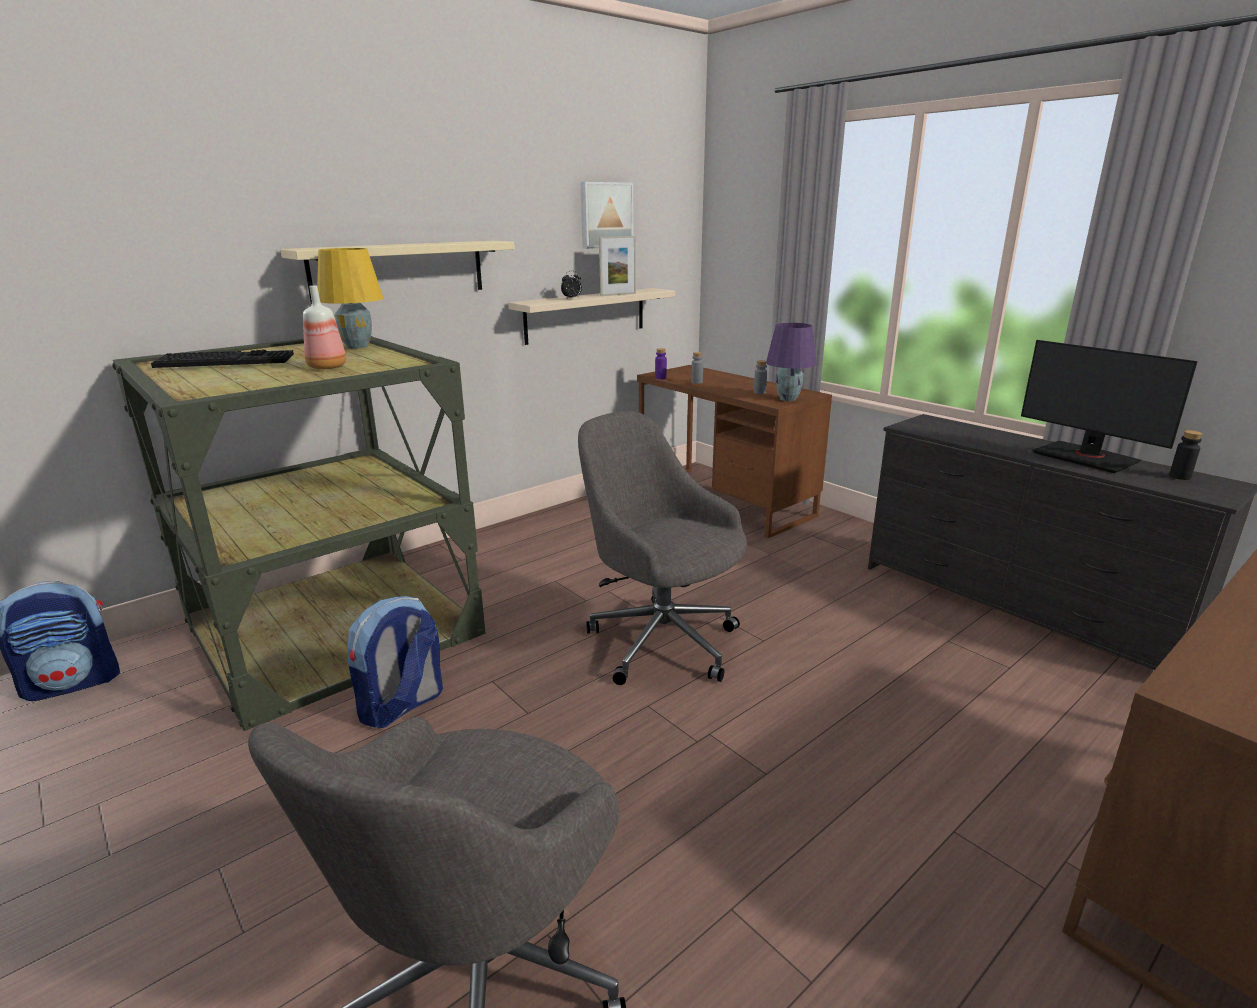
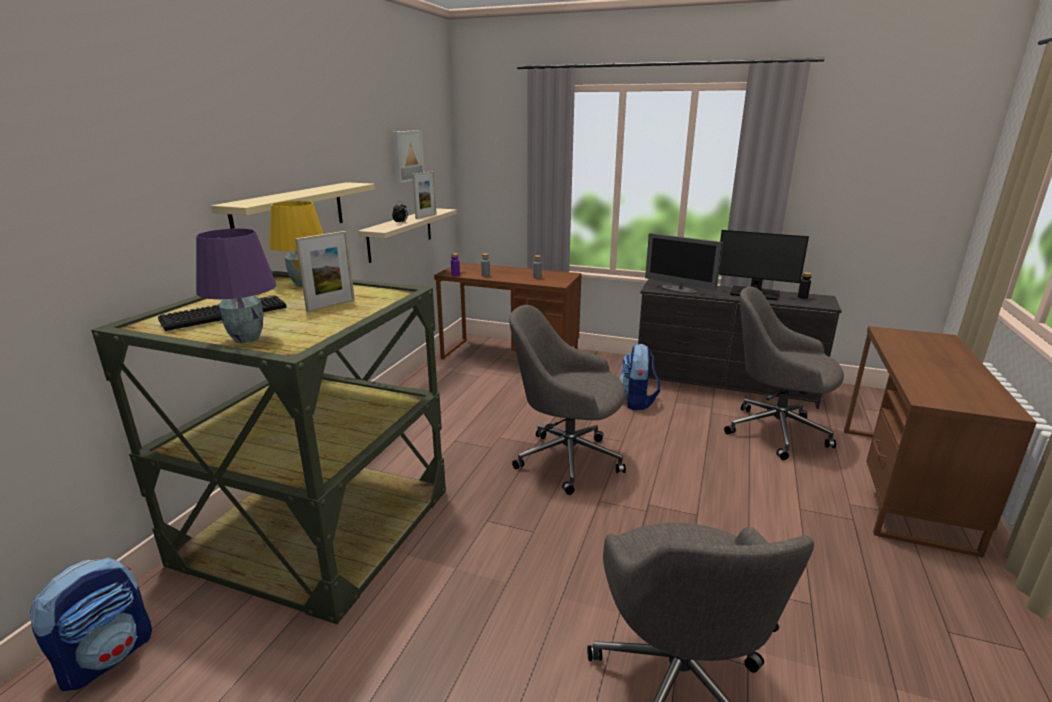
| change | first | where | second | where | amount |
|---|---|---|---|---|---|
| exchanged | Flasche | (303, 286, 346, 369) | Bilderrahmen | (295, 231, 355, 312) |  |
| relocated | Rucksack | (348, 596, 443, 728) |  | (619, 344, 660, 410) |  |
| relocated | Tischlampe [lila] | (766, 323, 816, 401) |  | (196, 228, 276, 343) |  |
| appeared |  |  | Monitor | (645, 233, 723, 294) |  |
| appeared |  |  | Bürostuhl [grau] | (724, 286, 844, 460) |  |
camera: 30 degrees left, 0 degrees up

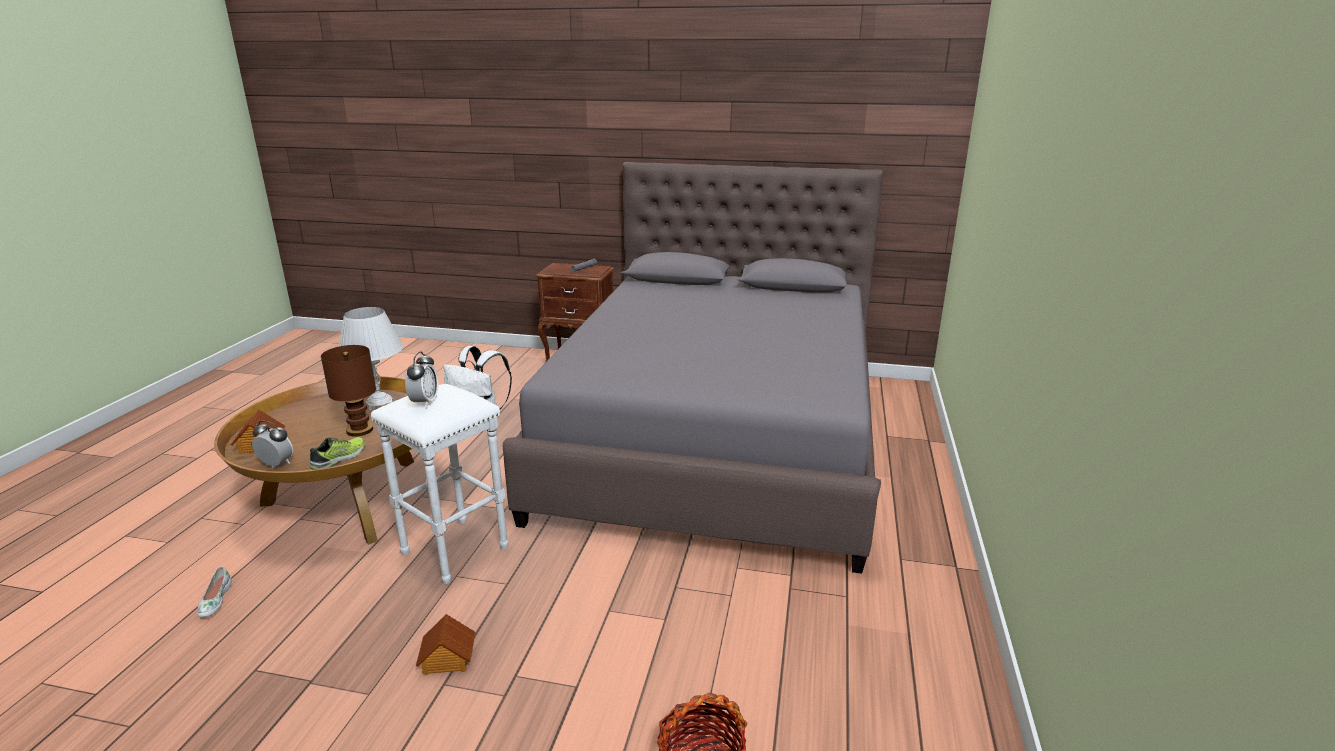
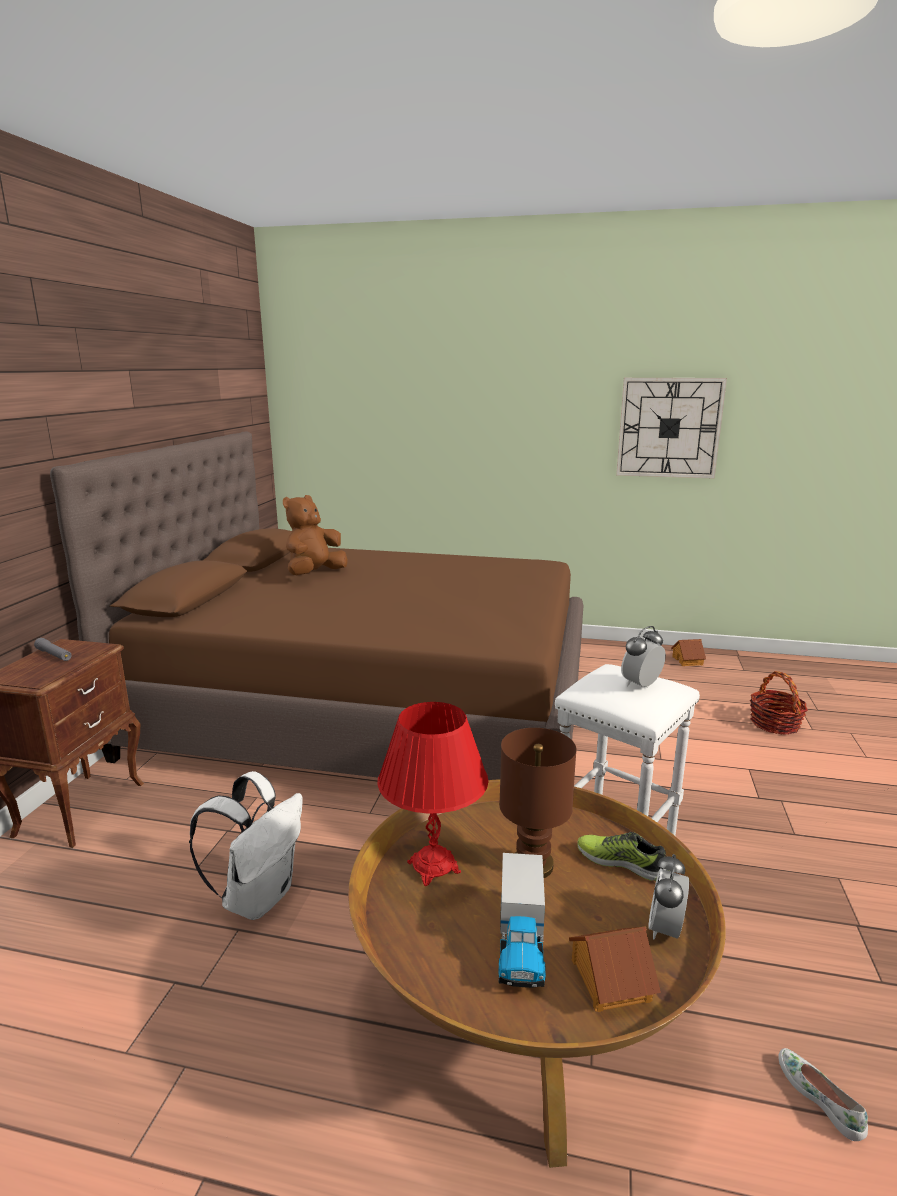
| change | first | where | second | where | amount |
|---|---|---|---|---|---|
| spun | Schuh [weiß] | (197, 566, 232, 618) |  | (778, 1048, 868, 1141) | 105 degrees counterclockwise |
| colour | Tischlampe [weiß] | (339, 307, 403, 410) | Tischlampe [rot] | (377, 702, 489, 886) |  |
| spun | Wecker | (405, 352, 438, 407) |  | (621, 626, 666, 688) | 45 degrees counterclockwise |
| relocated | Spielzeughaus | (416, 614, 475, 675) |  | (671, 639, 706, 666) |  |
| colour | Bett [grau] | (503, 162, 884, 574) | Bett [braun] | (50, 431, 584, 780) |  |
| appeared |  |  | Plüschtier [braun] | (283, 495, 348, 575) |  |
| appeared |  |  | Spielzeuglaster | (499, 853, 546, 988) |  |
| appeared |  |  | Wanduhr | (616, 378, 727, 479) |  |
camera: 90 degrees left, 5 degrees down

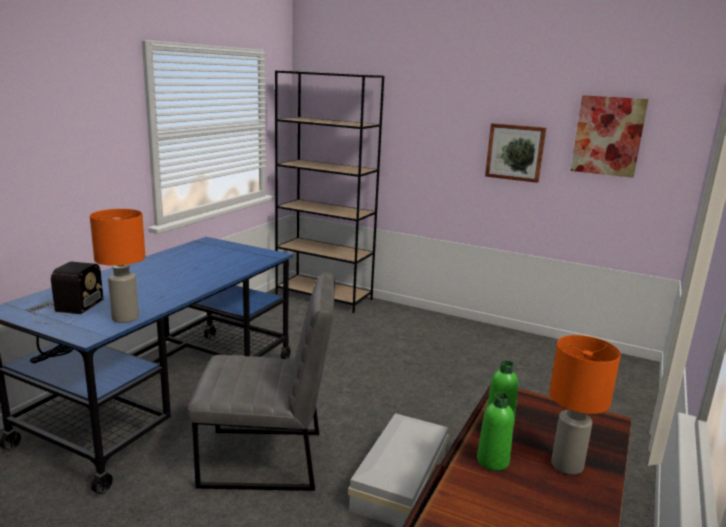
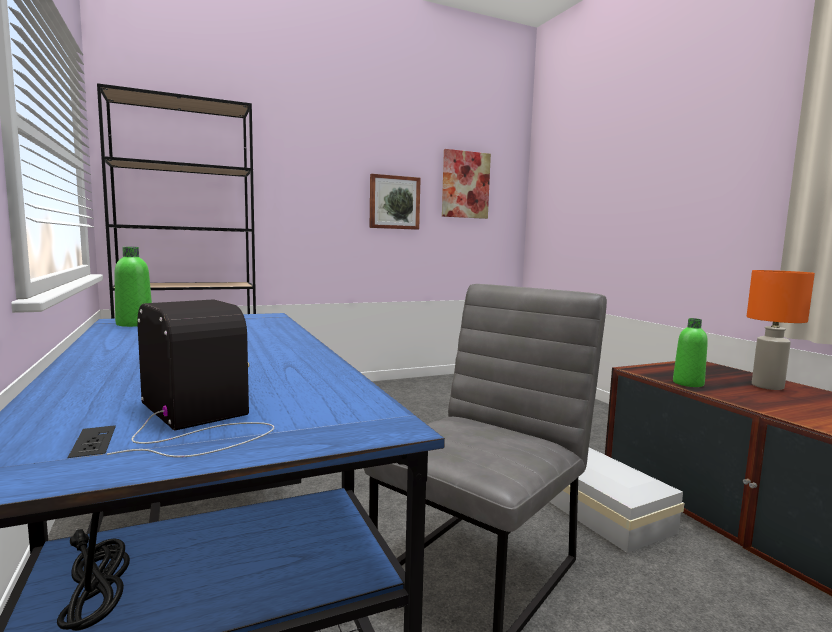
| change | first | where | second | where | amount |
|---|---|---|---|---|---|
| missing | Tischlampe [orange] | (90, 209, 146, 323) |  |  |  |
| relocated | Flasche [grün] | (477, 392, 514, 471) |  | (114, 247, 152, 327) |  |
camera: 50 degrees left, 10 degrees down

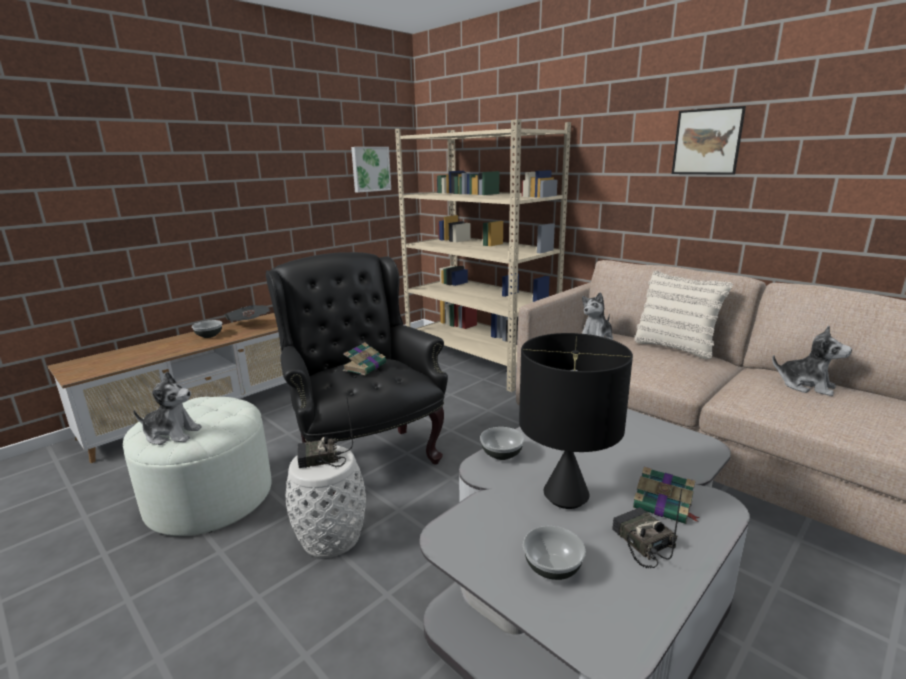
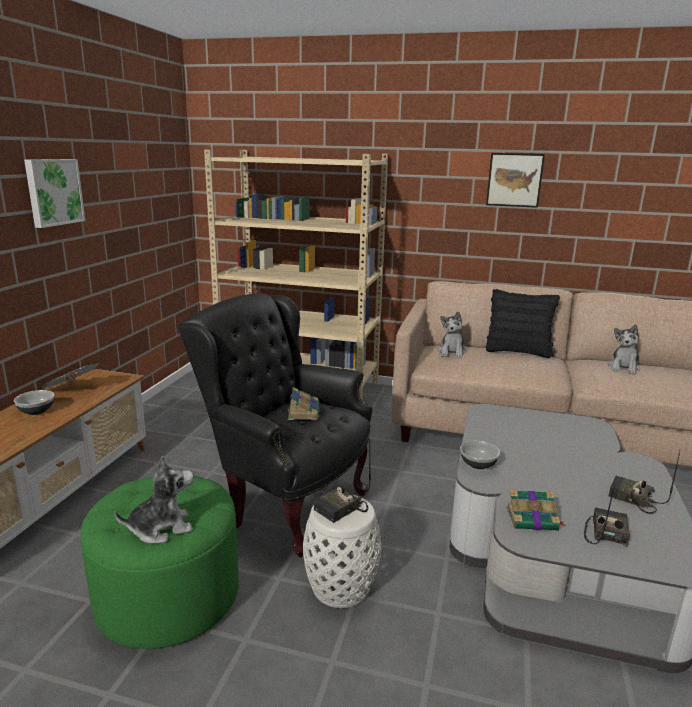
| change | first | where | second | where | amount |
|---|---|---|---|---|---|
| colour | Polsterhocker [weiß] | (123, 397, 272, 536) | Polsterhocker [grün] | (80, 476, 239, 649) |  |
| relocated | Bild | (351, 147, 391, 193) |  | (24, 159, 85, 228) |  |
| missing | Tischlampe [schwarz] | (519, 333, 633, 509) |  |  |  |
| exchanged | Schüssel | (523, 526, 586, 580) | Radio | (584, 484, 630, 547) |  |
| relocated | Buch | (633, 467, 700, 524) |  | (506, 490, 566, 530) |  |
| colour | Kissen [beige] | (634, 271, 733, 359) | Kissen [schwarz] | (486, 289, 560, 358) |  |
| spun | Plüschtier | (772, 326, 852, 396) |  | (608, 324, 640, 375) | 105 degrees clockwise |
camera: 30 degrees left, 0 degrees up

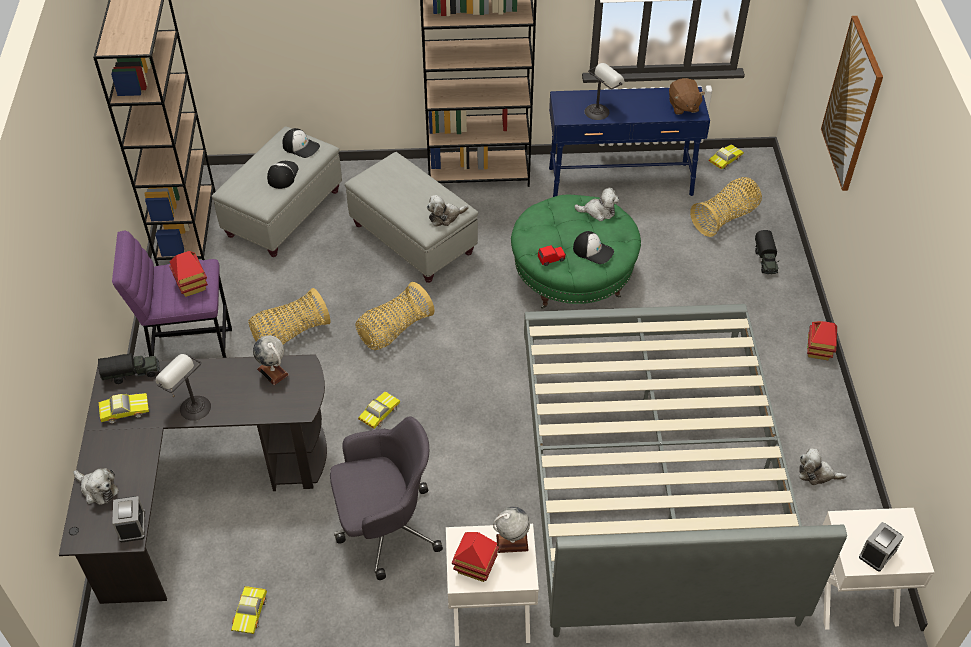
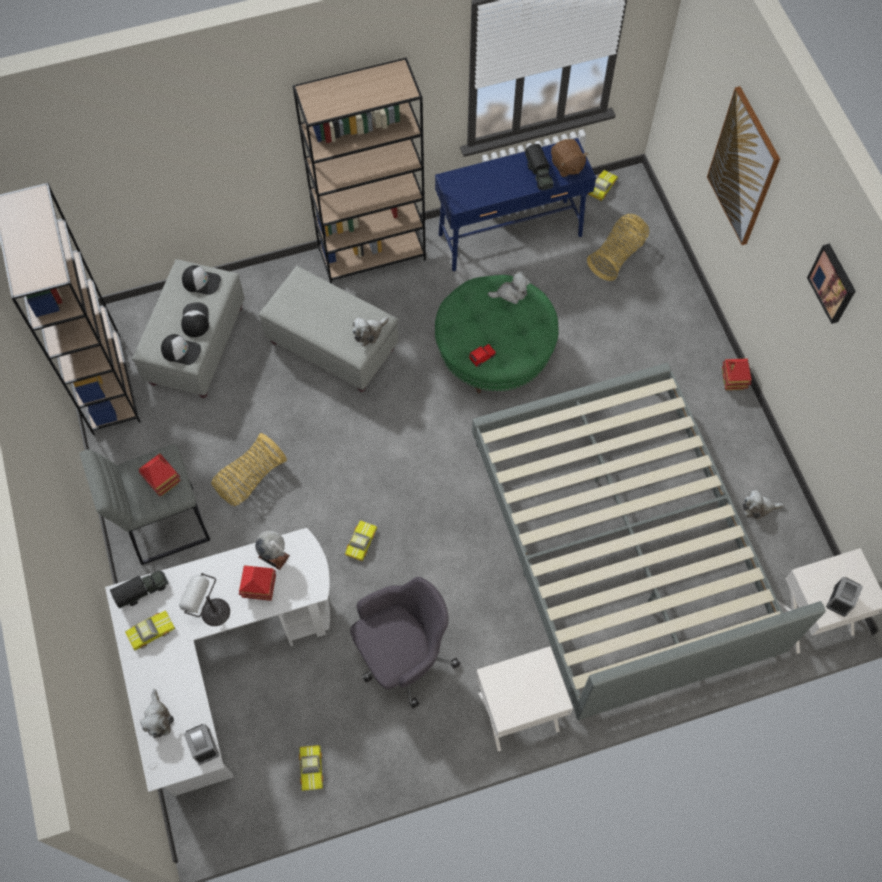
| change | first | where | second | where | amount |
|---|---|---|---|---|---|
| colour | Schreibtisch [schwarz] | (59, 354, 327, 604) | Schreibtisch [weiß] | (105, 528, 330, 796) |  |
| spun | Plüschtier | (74, 468, 119, 505) |  | (140, 689, 174, 738) | 60 degrees clockwise |
| colour | Hocker [lila] | (112, 230, 232, 358) | Hocker [grau] | (79, 444, 210, 565) |  |
| missing | Korb | (356, 282, 435, 350) |  |  |  |
| relocated | Spielzeughaus | (452, 532, 499, 582) |  | (239, 565, 276, 601) |  |
| missing | Globus | (493, 507, 530, 553) |  |  |  |
| relocated | Kappe | (573, 231, 614, 264) |  | (161, 334, 201, 365) |  |
| missing | Tischlampe | (585, 63, 625, 120) |  |  |  |
| relocated | Spielzeuglaster | (755, 230, 779, 275) |  | (525, 144, 554, 190) |  |
| appeared |  |  | Bild | (807, 243, 855, 324) |  |
camera: 15 degrees left, 15 degrees up

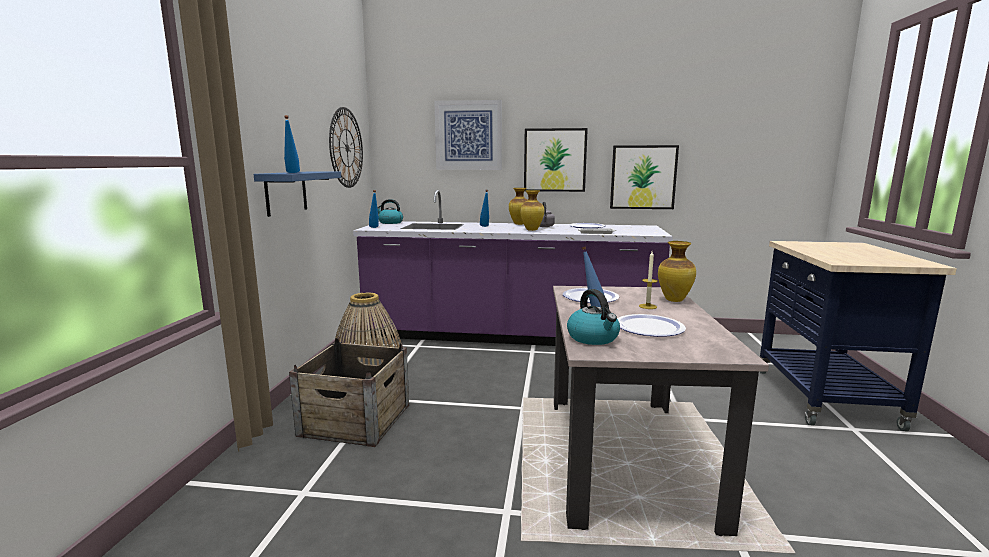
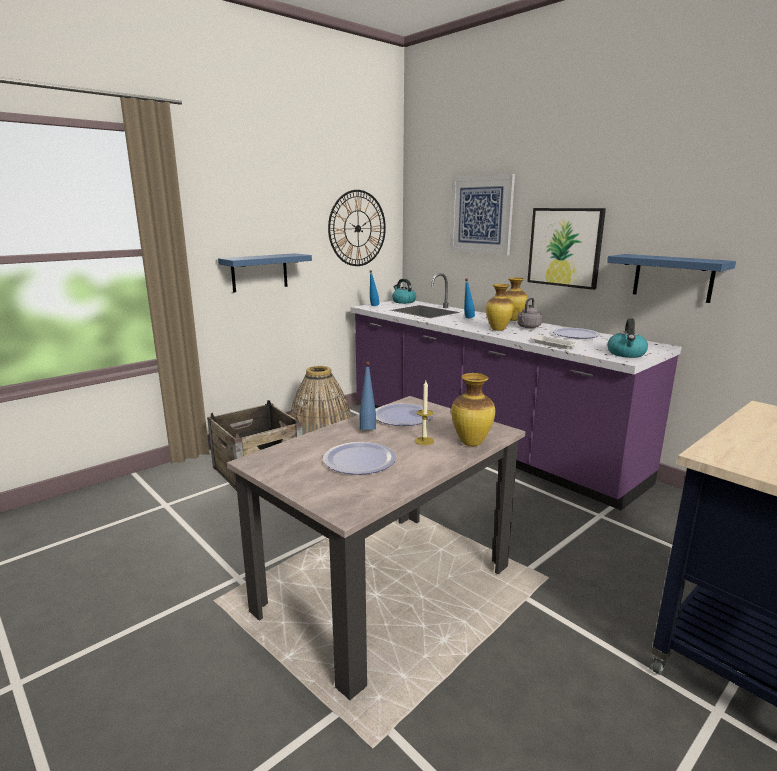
| change | first | where | second | where | amount |
|---|---|---|---|---|---|
| missing | Flasche [blau] | (284, 115, 300, 173) |  |  |  |
| relocated | Wasserkessel | (567, 289, 620, 345) |  | (607, 318, 648, 358) |  |
| exchanged | Bild | (610, 145, 679, 209) | Wandregal [blau] | (607, 254, 736, 303) |  |
camera: 40 degrees right, 5 degrees up

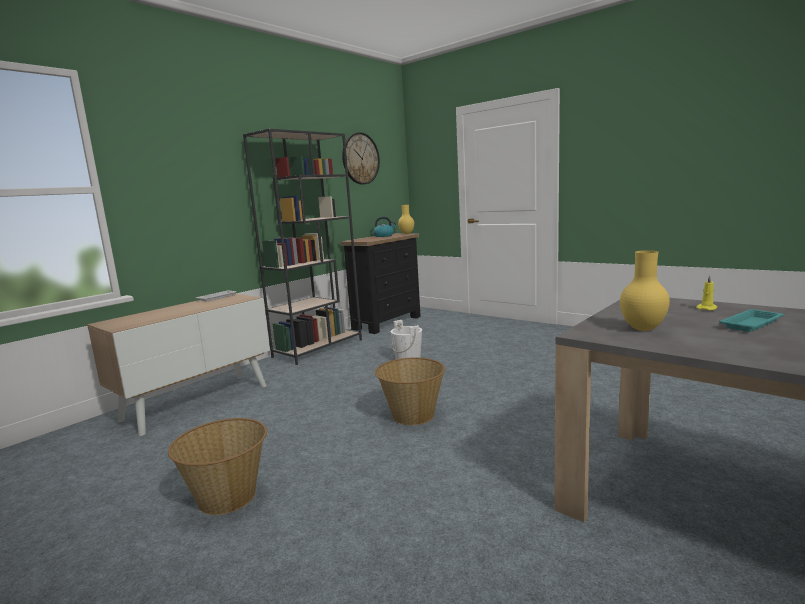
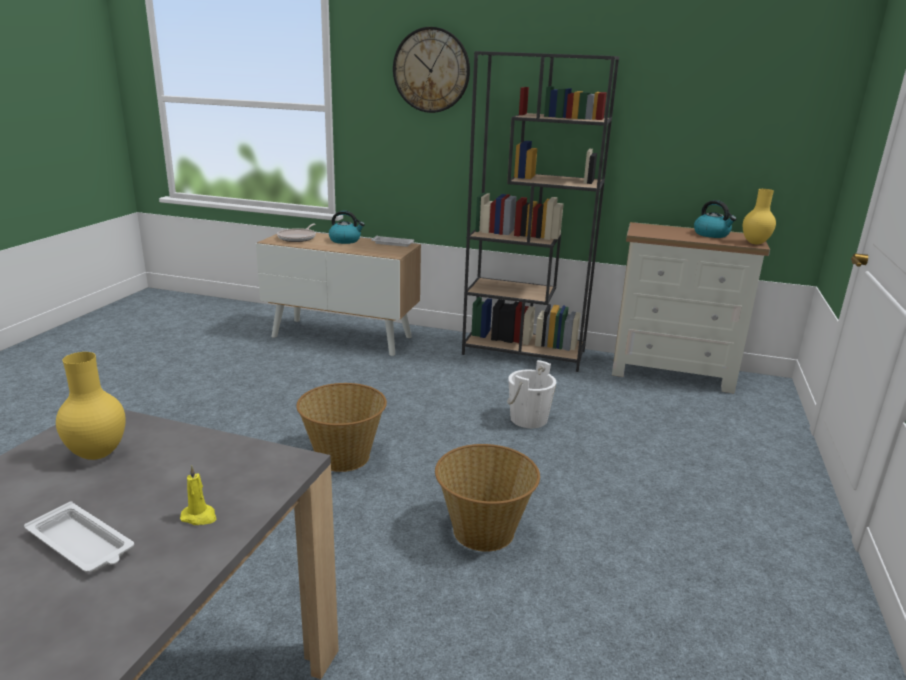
| change | first | where | second | where | amount |
|---|---|---|---|---|---|
| relocated | Korb | (168, 418, 267, 515) |  | (435, 444, 540, 552) |  |
| colour | Kommode [schwarz] | (341, 233, 421, 334) | Kommode [weiß] | (612, 222, 770, 394) |  |
| relocated | Wanduhr | (342, 132, 380, 185) |  | (393, 27, 470, 113) |  |
| colour | Tablett [türkis] | (719, 309, 784, 332) | Tablett [weiß] | (24, 501, 134, 573) |  |
| appeared |  |  | Pfanne | (277, 224, 316, 242) |  |
| appeared |  |  | Wasserkessel | (329, 211, 365, 244) |  |
camera: 65 degrees right, 10 degrees up

